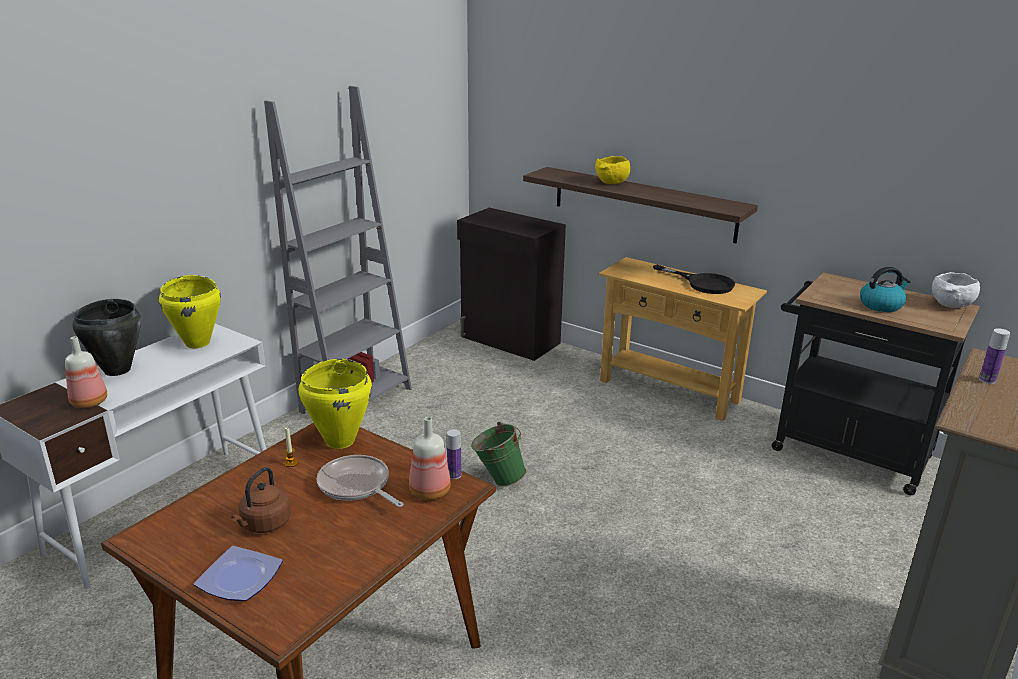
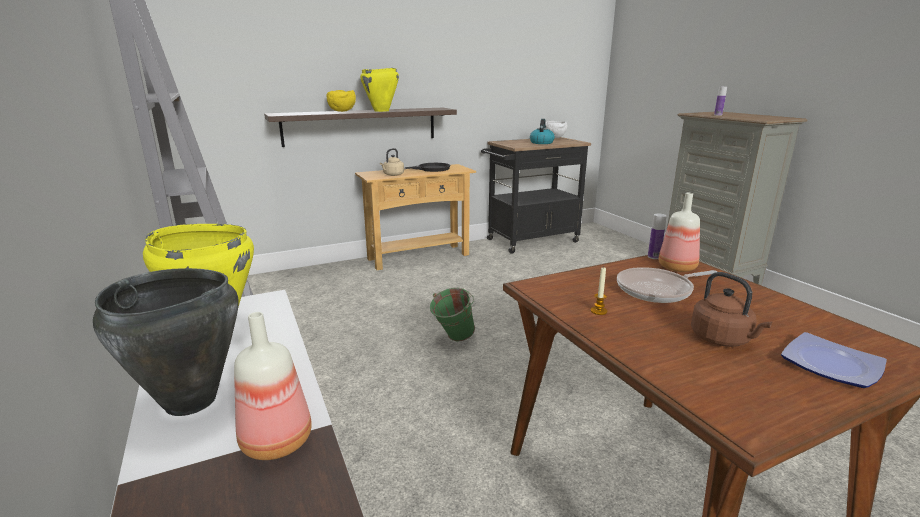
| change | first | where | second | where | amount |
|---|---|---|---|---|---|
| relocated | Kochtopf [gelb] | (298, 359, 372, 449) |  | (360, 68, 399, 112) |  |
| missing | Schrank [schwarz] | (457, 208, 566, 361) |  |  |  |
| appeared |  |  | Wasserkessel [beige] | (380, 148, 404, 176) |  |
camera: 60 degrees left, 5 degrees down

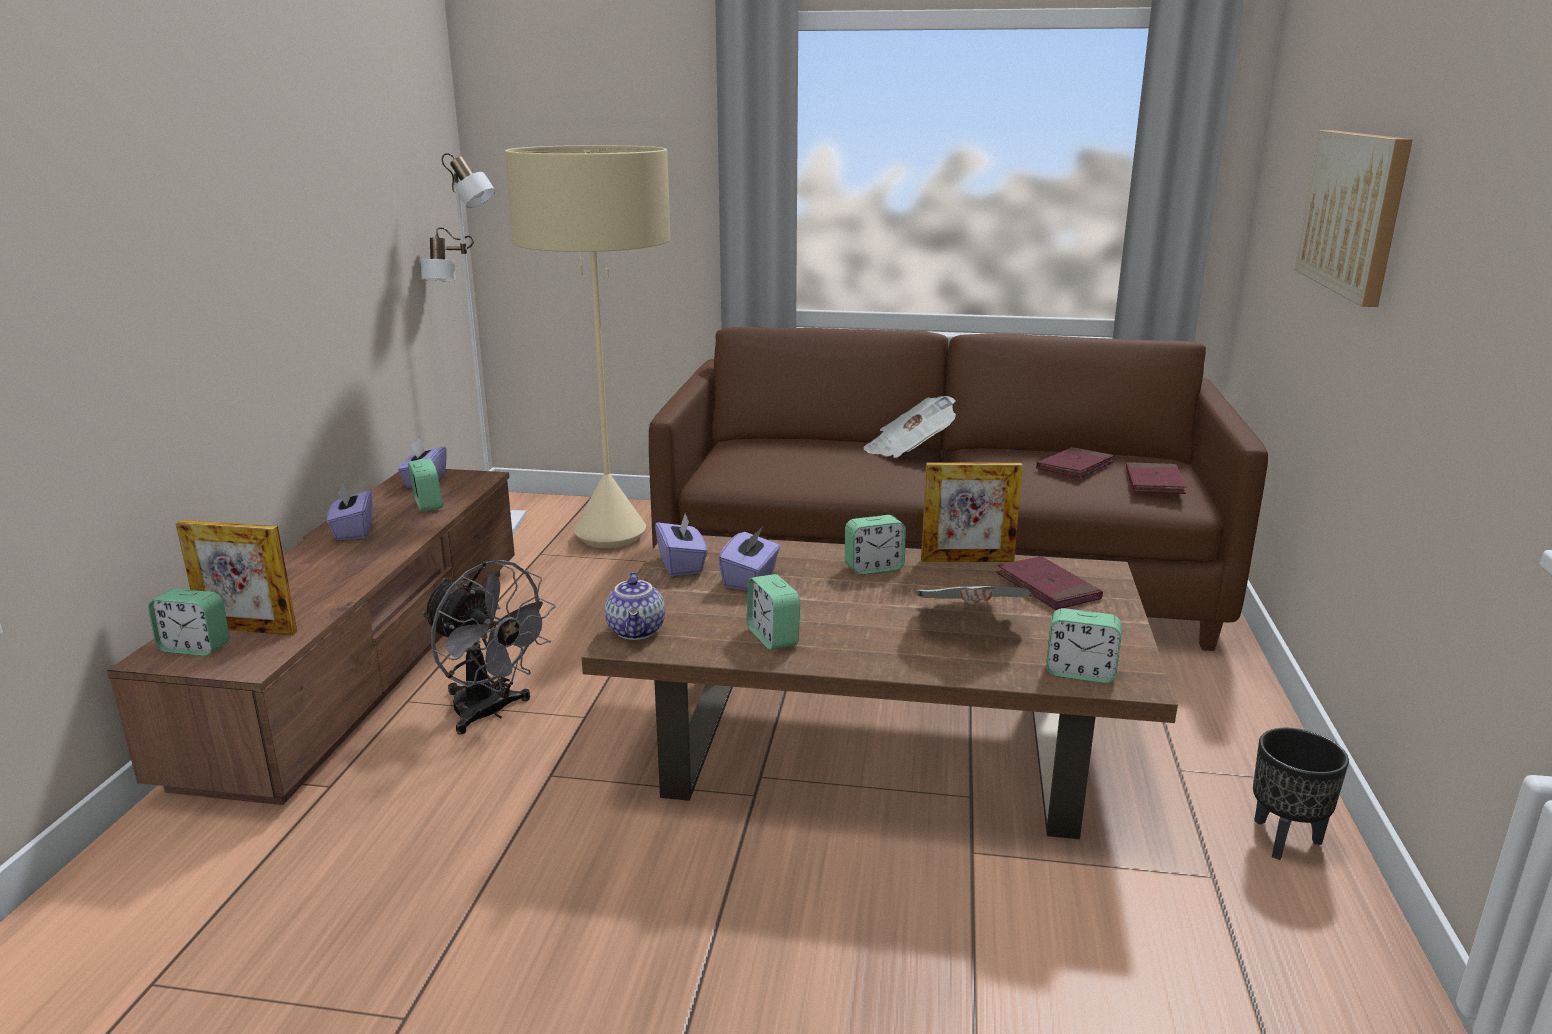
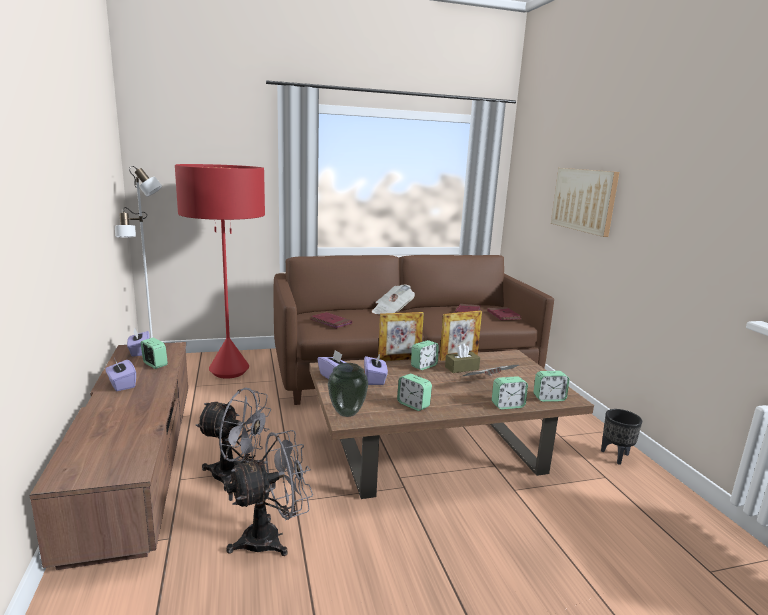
| change | first | where | second | where | amount |
|---|---|---|---|---|---|
| relocated | Wecker | (148, 589, 230, 656) |  | (492, 376, 528, 410) |  |
| relocated | Bilderrahmen | (176, 520, 297, 635) |  | (378, 312, 424, 361) |  |
| colour | Stehlampe [beige] | (505, 145, 670, 548) | Stehlampe [rot] | (175, 164, 265, 379) |  |
| exchanged | Teekanne | (605, 572, 665, 640) | Vase | (328, 363, 368, 417) |  |
| relocated | Buch [rot] | (996, 556, 1103, 610) |  | (311, 312, 352, 329) |  |
| appeared |  |  | Ventilator [grau] | (226, 430, 313, 556) |  |
| appeared |  |  | Taschentuchbox [braun] | (445, 343, 480, 373) |  |
camera: 25 degrees left, 5 degrees down

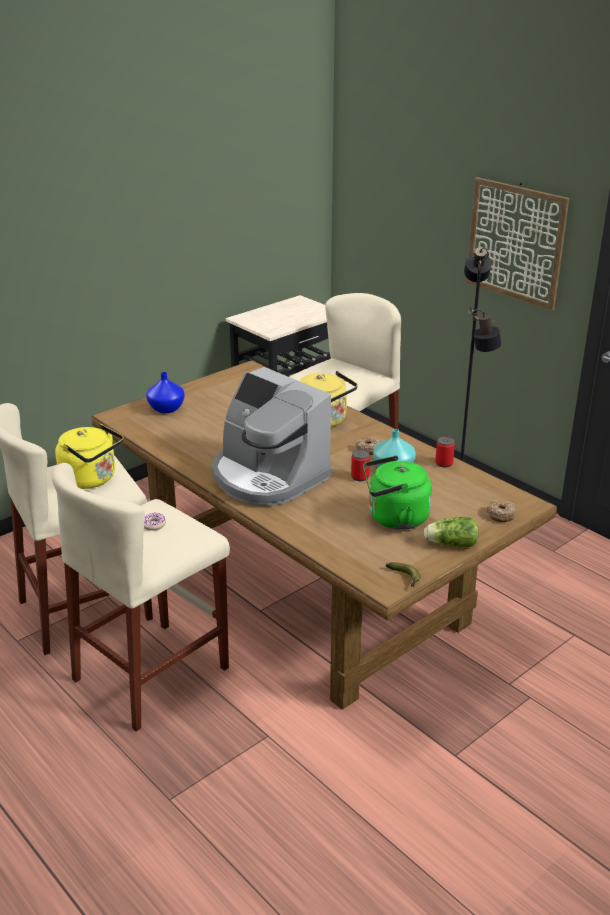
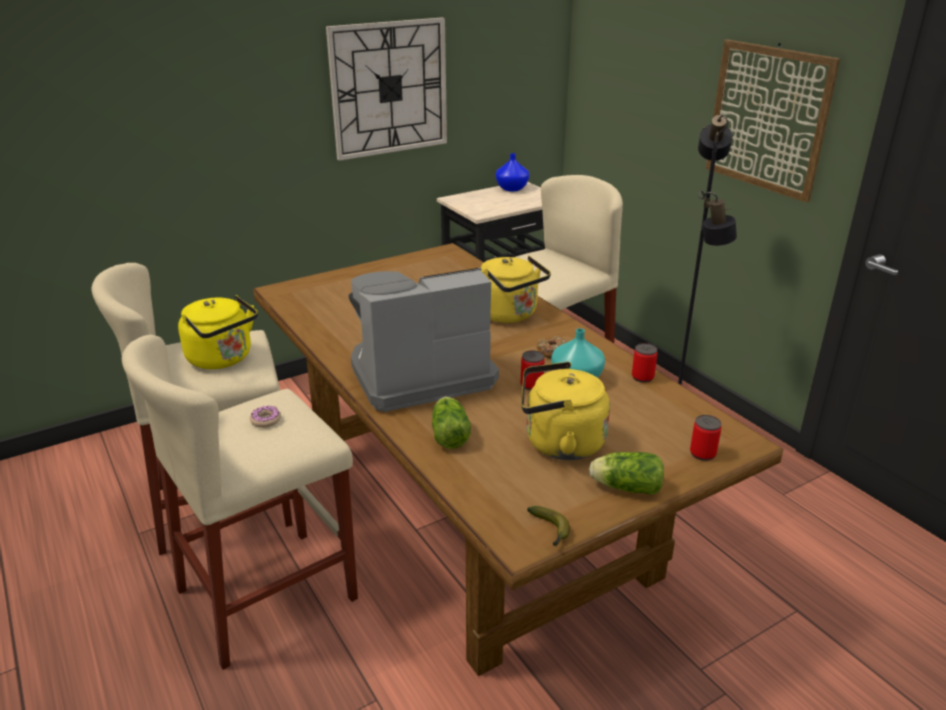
| change | first | where | second | where | amount |
|---|---|---|---|---|---|
| relocated | Vase [blau] | (146, 372, 185, 413) |  | (495, 153, 529, 191) |  |
| spun | Kaffeemaschine | (211, 367, 331, 506) |  | (348, 268, 499, 412) | 105 degrees clockwise |
| colour | Wasserkessel [grün] | (363, 456, 432, 530) | Wasserkessel [gelb] | (521, 362, 610, 460) |  |
| exchanged | Donut | (487, 500, 516, 522) | Dose | (690, 415, 721, 461) |  |
| appeared |  |  | Wanduhr | (326, 18, 447, 161) |  |
| appeared |  |  | Salatkopf | (432, 397, 471, 449) |  |
camera: 10 degrees right, 0 degrees up

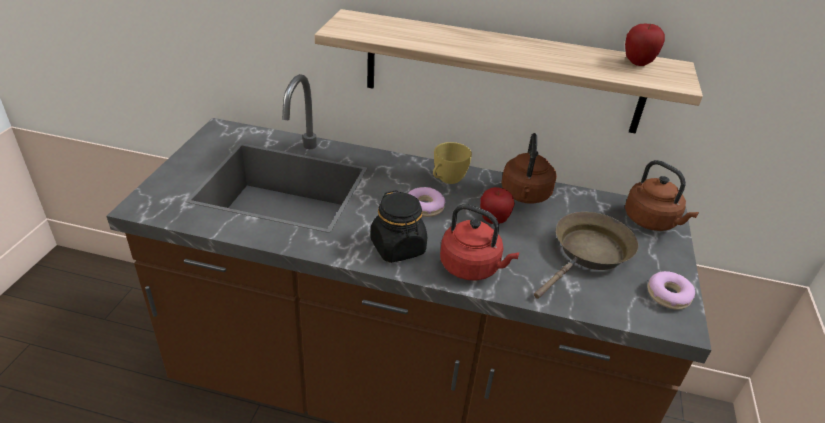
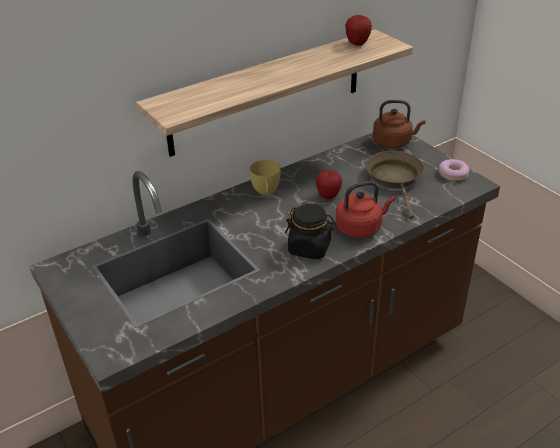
| change | first | where | second | where | amount |
|---|---|---|---|---|---|
| missing | Donut | (408, 187, 445, 217) |  |  |  |
| missing | Wasserkessel [braun] | (501, 133, 557, 204) |  |  |  |
camera: 45 degrees left, 0 degrees up

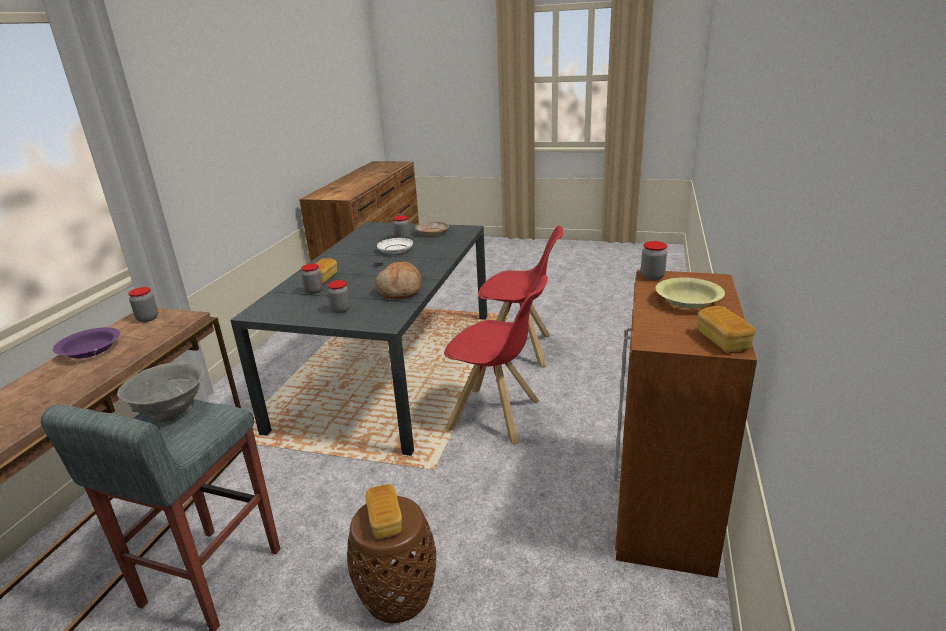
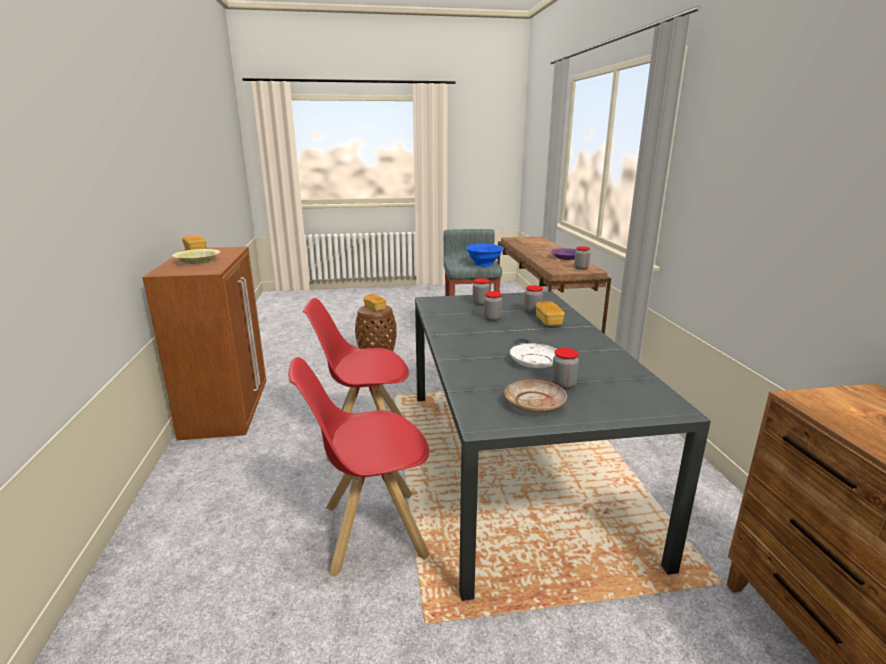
| change | first | where | second | where | amount |
|---|---|---|---|---|---|
| colour | Schüssel [grau] | (117, 362, 204, 422) | Schüssel [blau] | (466, 244, 504, 267) |  |
| missing | Brot | (375, 262, 421, 299) |  |  |  |
| relocated | Vorratsglas | (641, 241, 667, 280) |  | (483, 291, 502, 321) |  |
camera: 155 degrees right, 5 degrees down

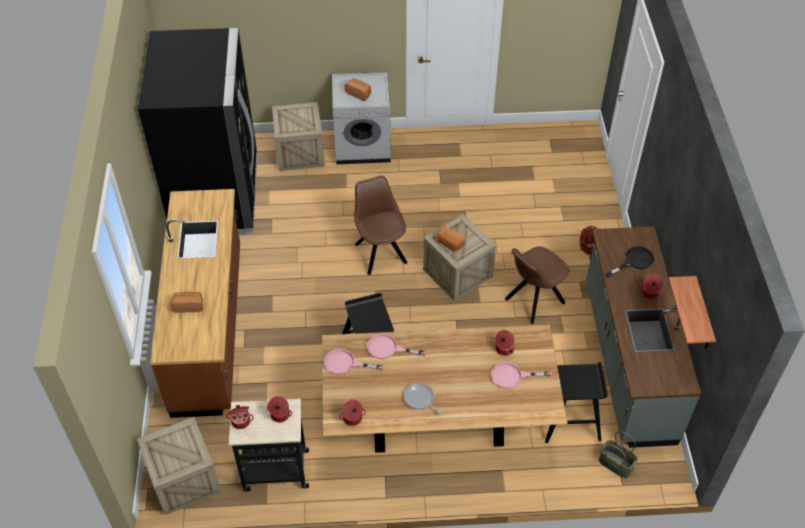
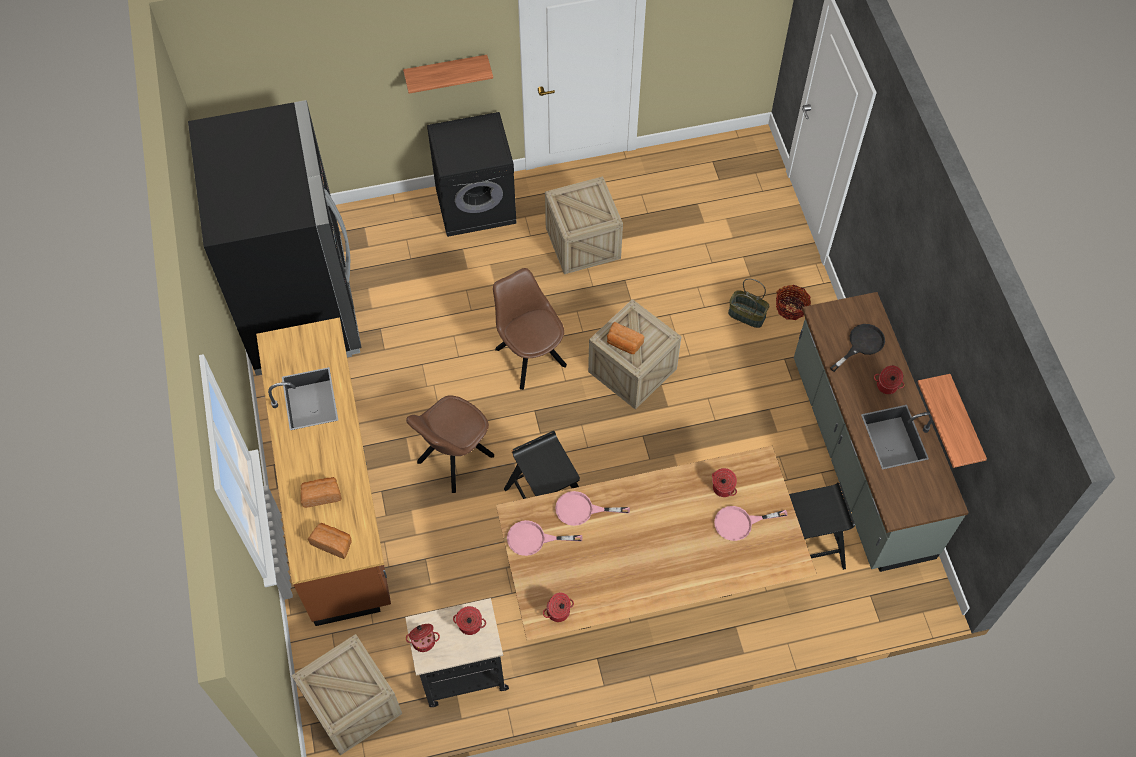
| change | first | where | second | where | amount |
|---|---|---|---|---|---|
| relocated | Kiste | (272, 102, 325, 171) |  | (545, 176, 623, 274) |  |
| colour | Waschmaschine [weiß] | (332, 72, 391, 164) | Waschmaschine [schwarz] | (427, 112, 517, 237) |  |
| relocated | Brot | (344, 78, 371, 101) |  | (308, 523, 352, 559) |  |
| missing | Pfanne | (404, 383, 442, 414) |  |  |  |
| relocated | Stuhl [braun] | (505, 246, 570, 324) |  | (406, 395, 494, 493) |  |
| relocated | Korb | (599, 431, 638, 478) |  | (728, 279, 769, 328) |  |
| appeared |  |  | Wandregal | (403, 55, 493, 94) |  |
camera: 10 degrees left, 10 degrees up

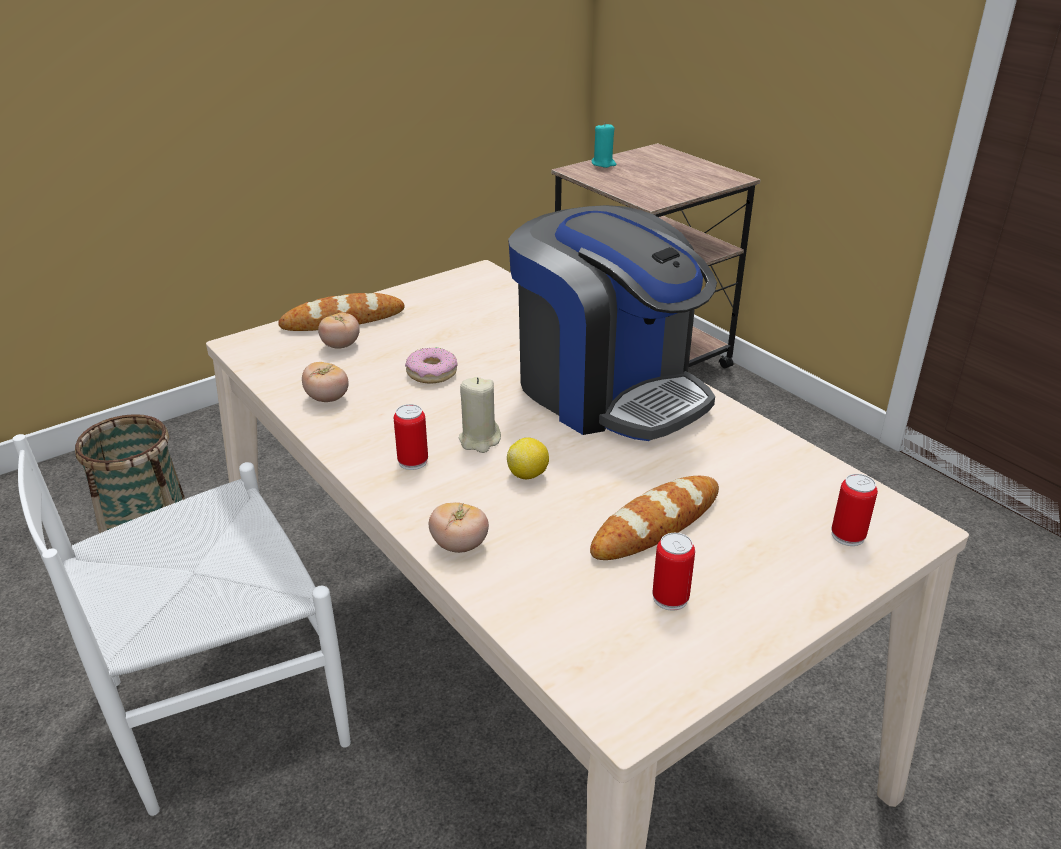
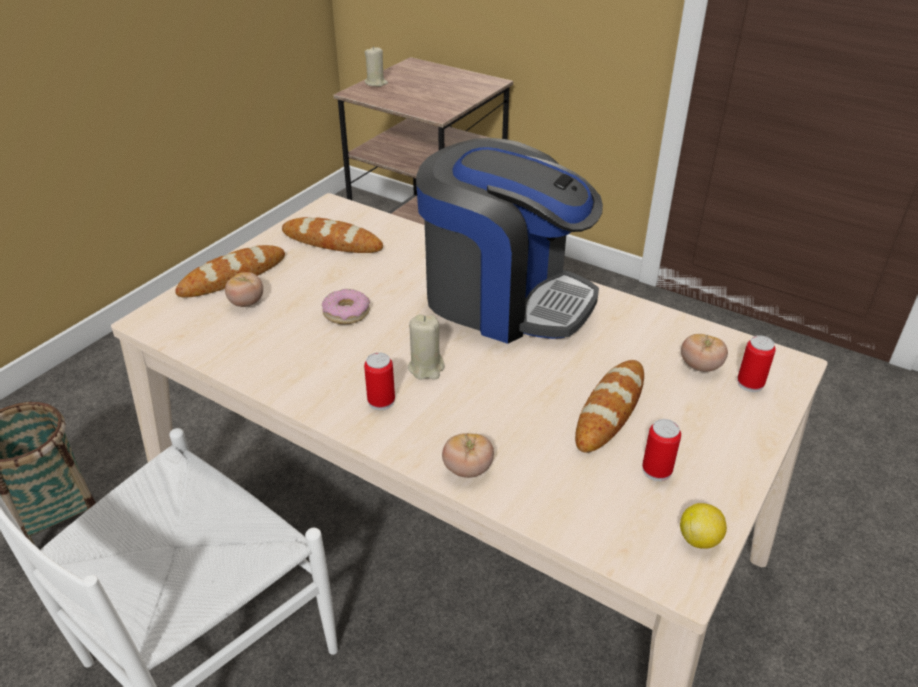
| change | first | where | second | where | amount |
|---|---|---|---|---|---|
| relocated | Tomate | (302, 362, 349, 402) |  | (681, 334, 728, 372) |  |
| relocated | Zitrone | (507, 437, 549, 479) |  | (680, 503, 727, 549) |  |
| colour | Kerze [türkis] | (592, 122, 616, 168) | Kerze [beige] | (365, 46, 388, 87) |  |
| appeared |  |  | Brot | (282, 217, 383, 253) |  |
camera: 20 degrees left, 5 degrees up

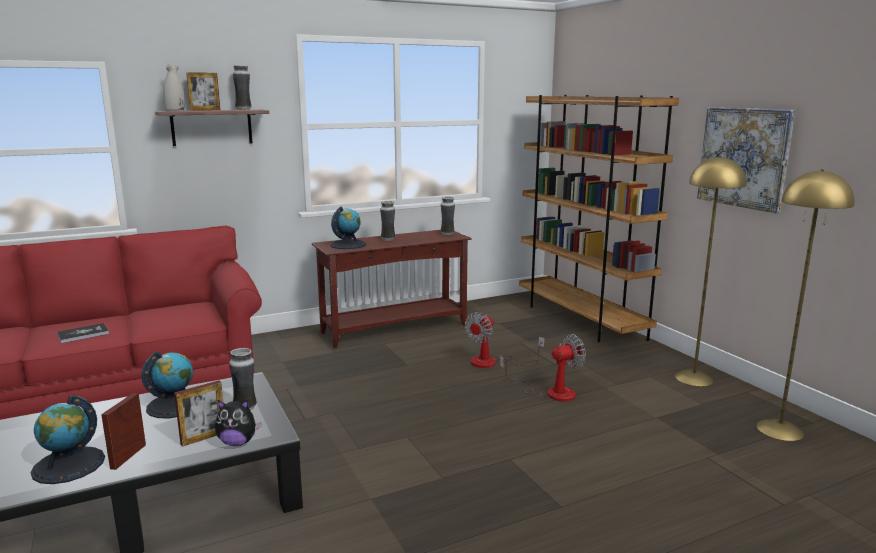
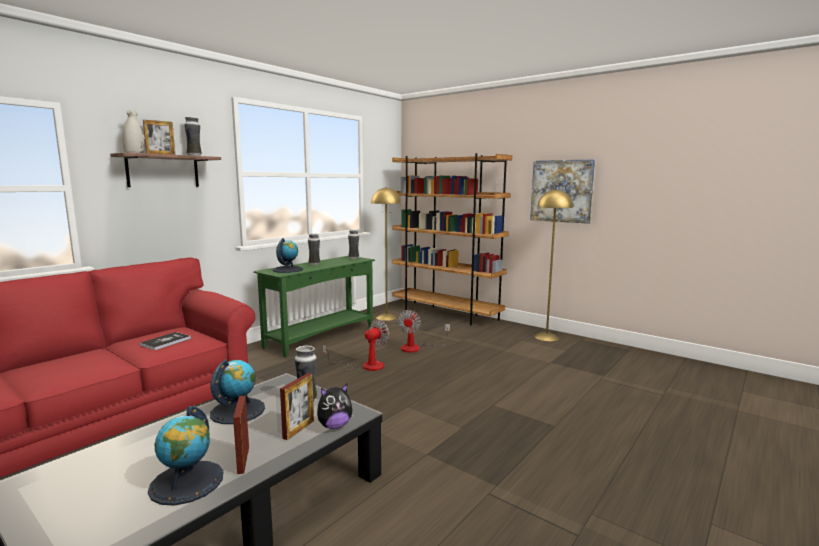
| change | first | where | second | where | amount |
|---|---|---|---|---|---|
| relocated | Buch | (57, 323, 109, 343) |  | (139, 332, 191, 350) |  |
| colour | Konsolentisch [braun] | (312, 230, 472, 349) | Konsolentisch [grün] | (254, 256, 375, 357) |  |
| relocated | Ventilator | (500, 334, 586, 402) |  | (323, 319, 390, 371) |  |
| relocated | Stehlampe [gelb] | (757, 169, 855, 441) |  | (371, 187, 401, 321) |  |
camera: 25 degrees left, 5 degrees down

